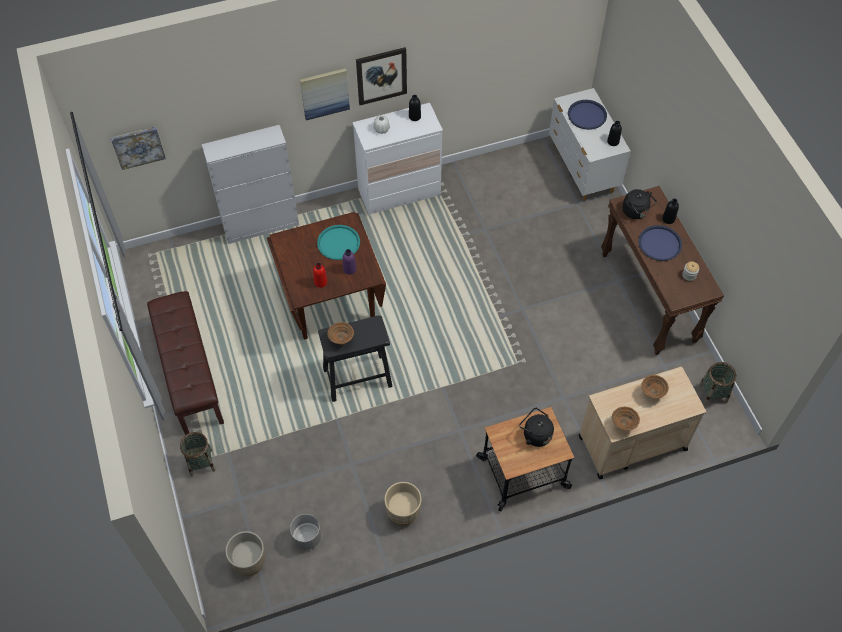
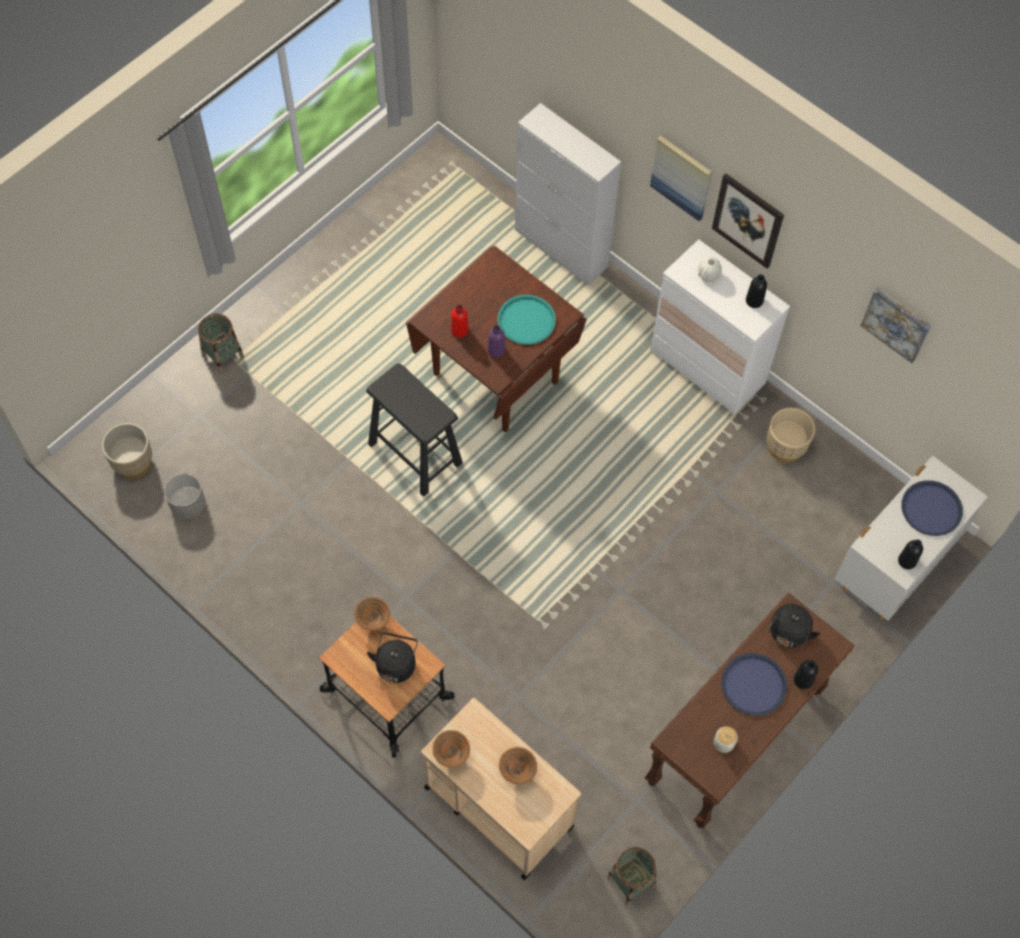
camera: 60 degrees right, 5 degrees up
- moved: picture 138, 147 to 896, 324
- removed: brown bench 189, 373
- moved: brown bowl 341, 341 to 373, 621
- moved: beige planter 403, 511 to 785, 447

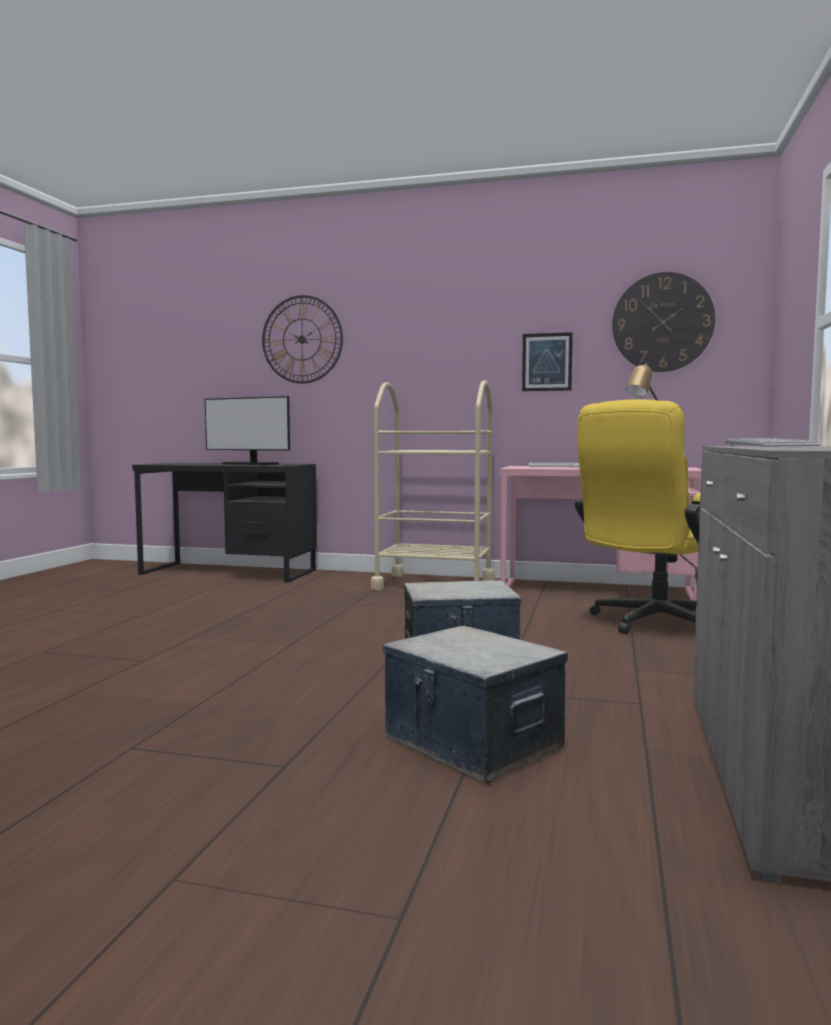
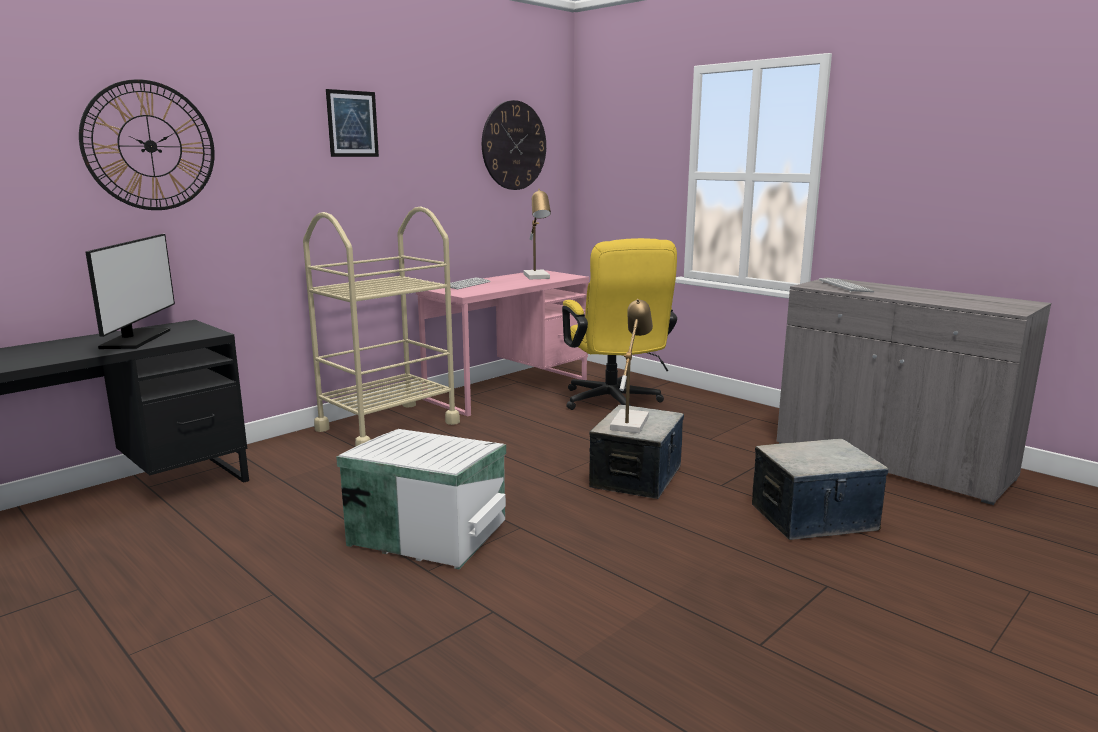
camera: 60 degrees left, 10 degrees up
- turned: monitor 250, 464 = 136, 339 60 degrees counterclockwise
- moved: picture 547, 362 to 352, 124
- added: white storage box 428, 531
- added: table lamp 630, 420

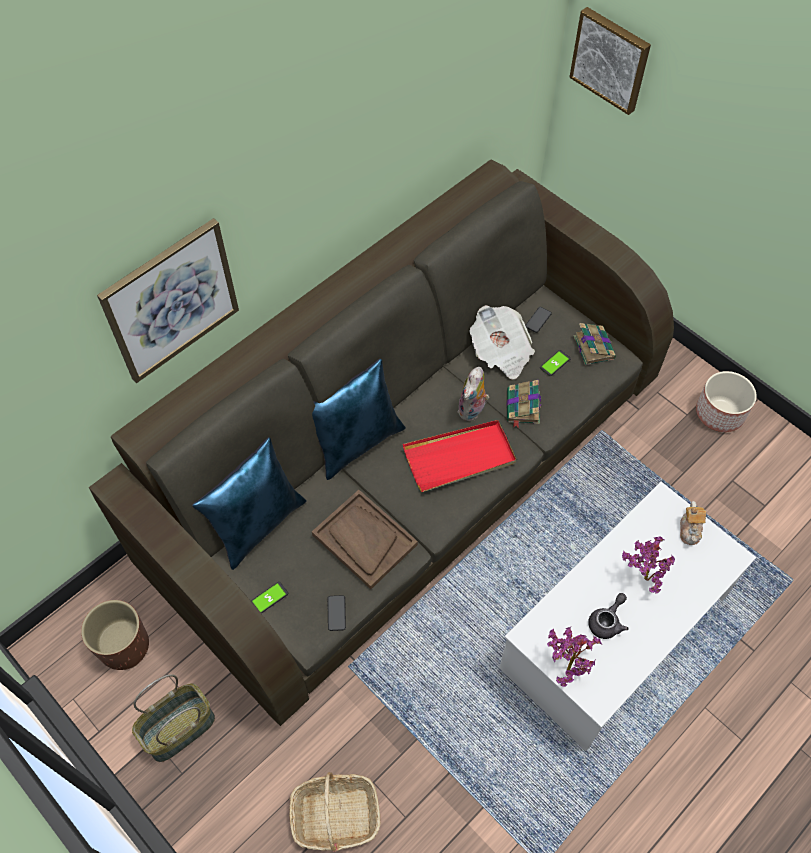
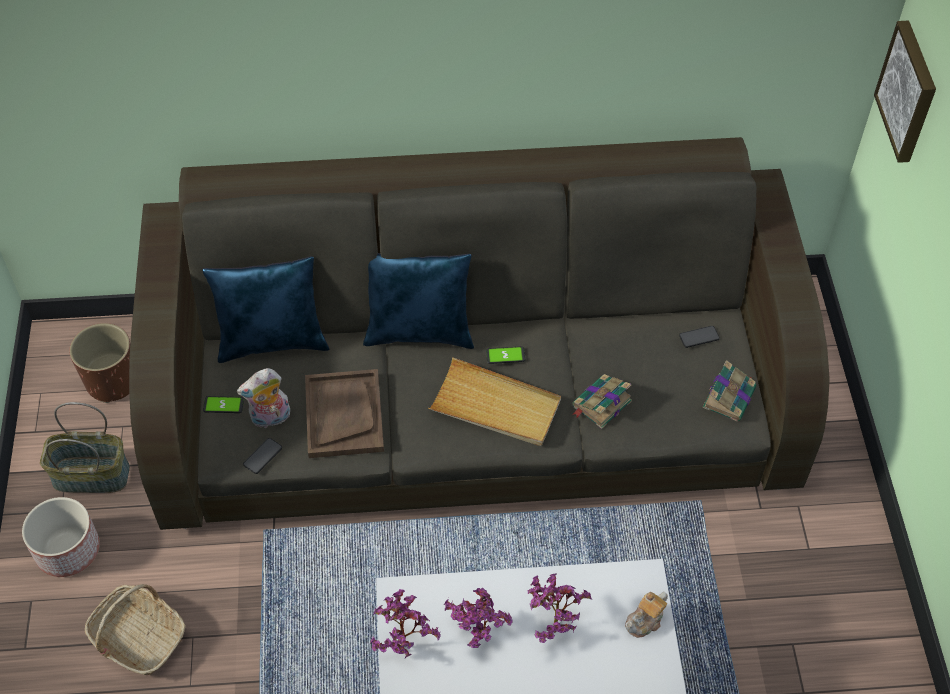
camera: 40 degrees right, 5 degrees down
- removed: picture 171, 301
- recoloured: red tray 460, 457 to beige tray 495, 406
- moved: plush toy 472, 410 to 270, 419
- removed: newspaper 501, 352
- moved: phone 555, 363 to 505, 355
- replaced: grey teapot 607, 621 to potted plant 478, 637
- moved: planter 720, 412 to 68, 549

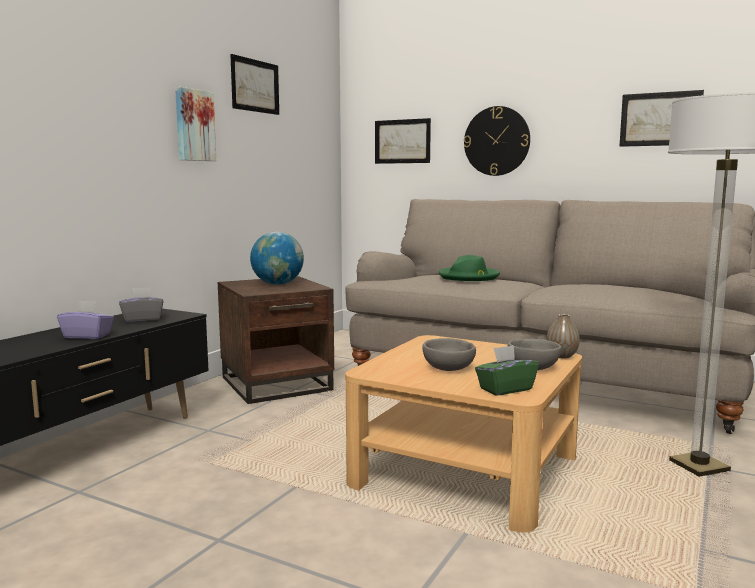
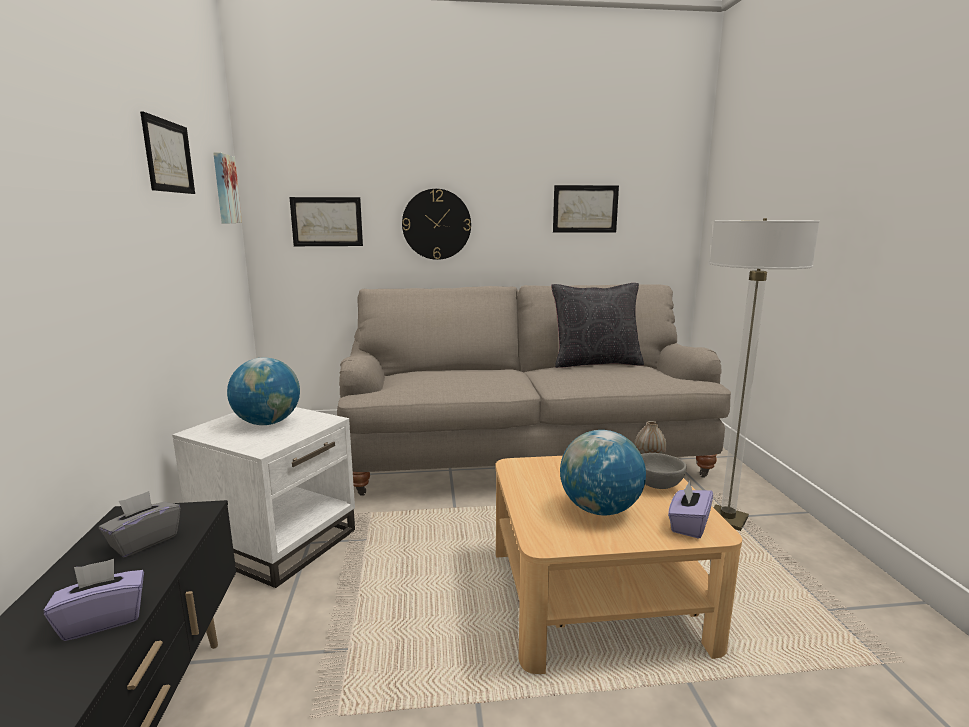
camera: 35 degrees left, 5 degrees up
- moved: picture 194, 125 to 225, 189
- recoloured: brown side table 277, 383 to white side table 277, 540
- replaced: grey bowl 447, 368 to globe 599, 509
- removed: green hat 468, 277
- recoloured: green tissue box 505, 389 to purple tissue box 688, 525
- added: black pillow 595, 363

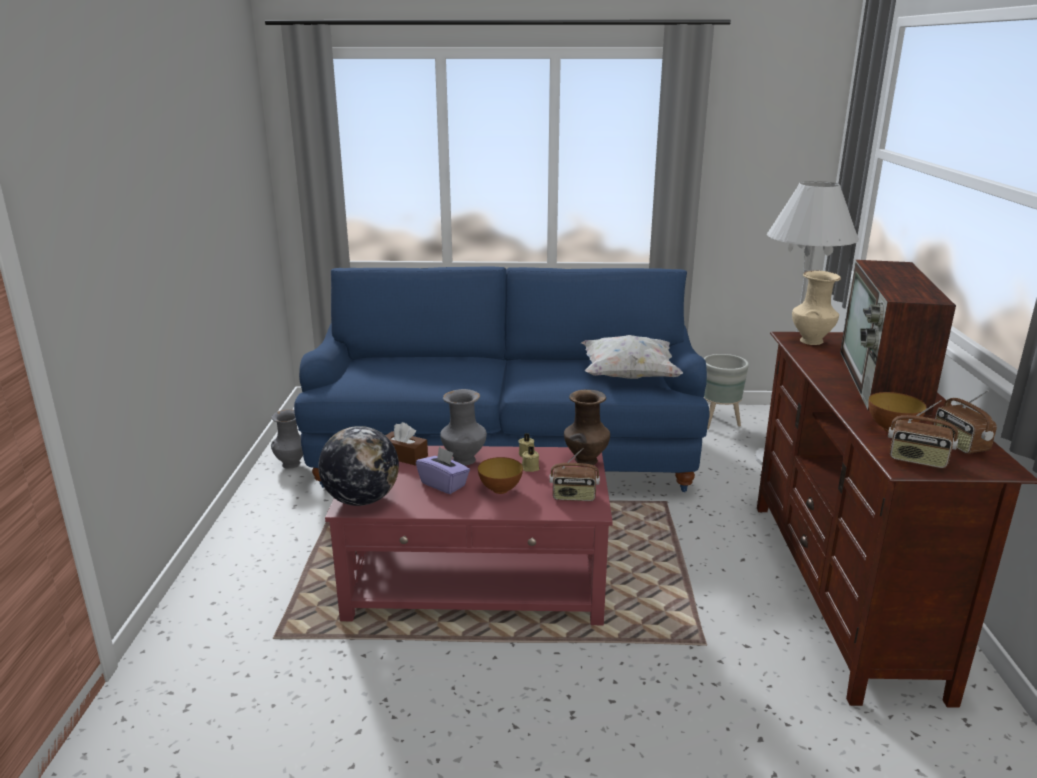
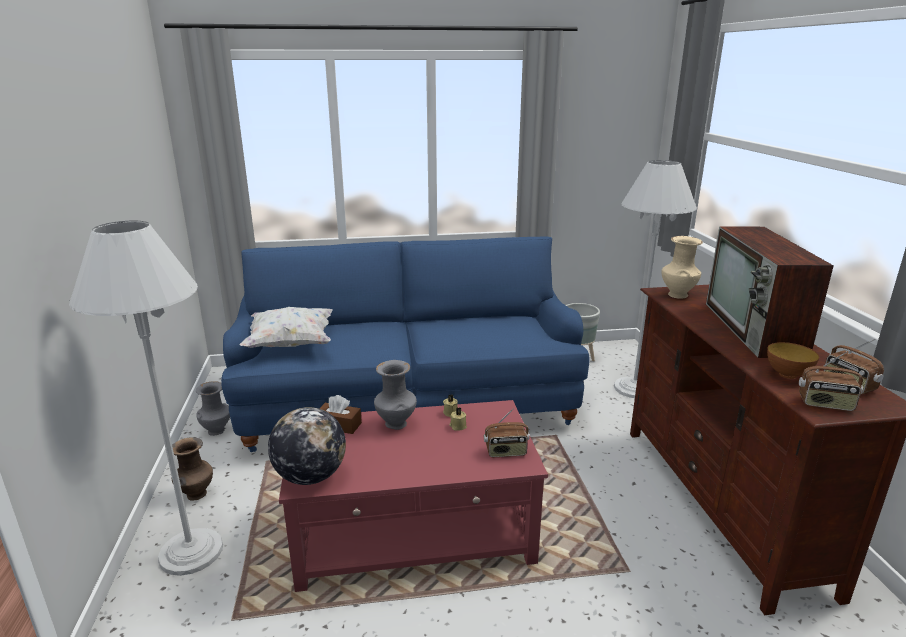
camera: 10 degrees left, 0 degrees up
- removed: purple tissue box 444, 484
- removed: bowl 500, 490
- moved: brown vase 585, 461 to 196, 495
- moved: white pillow 628, 377 to 291, 344
- added: white floor lamp 191, 552

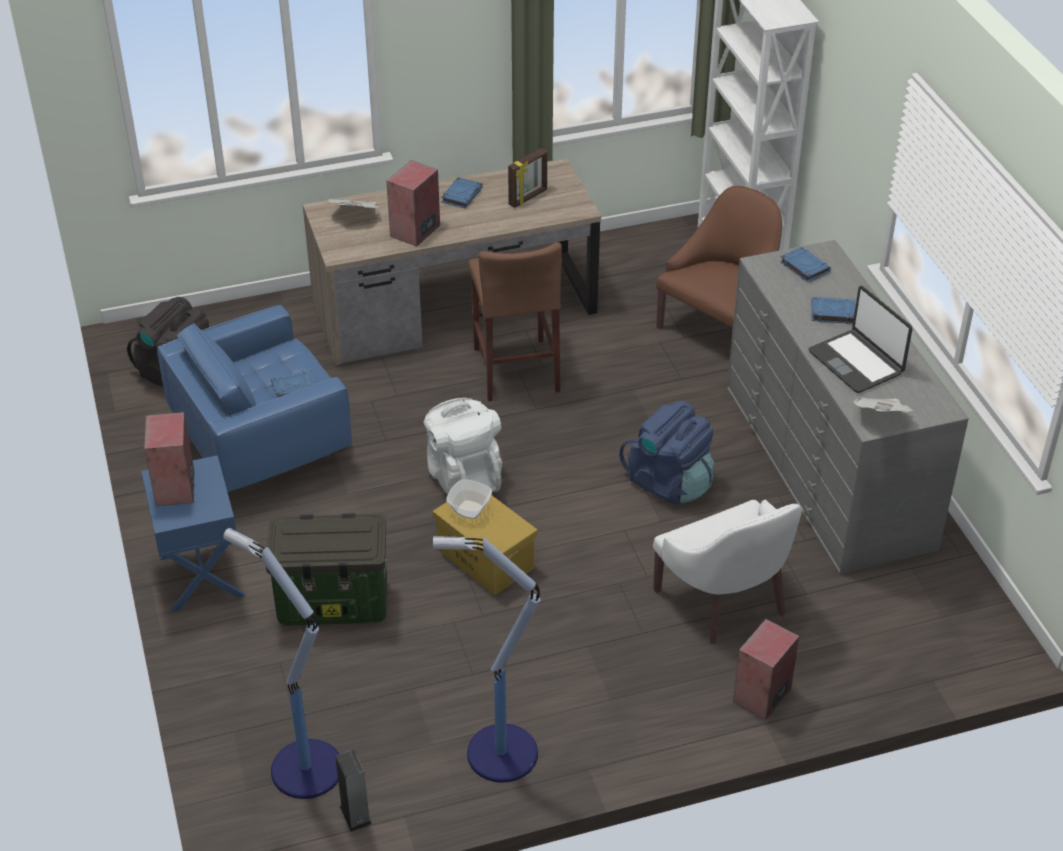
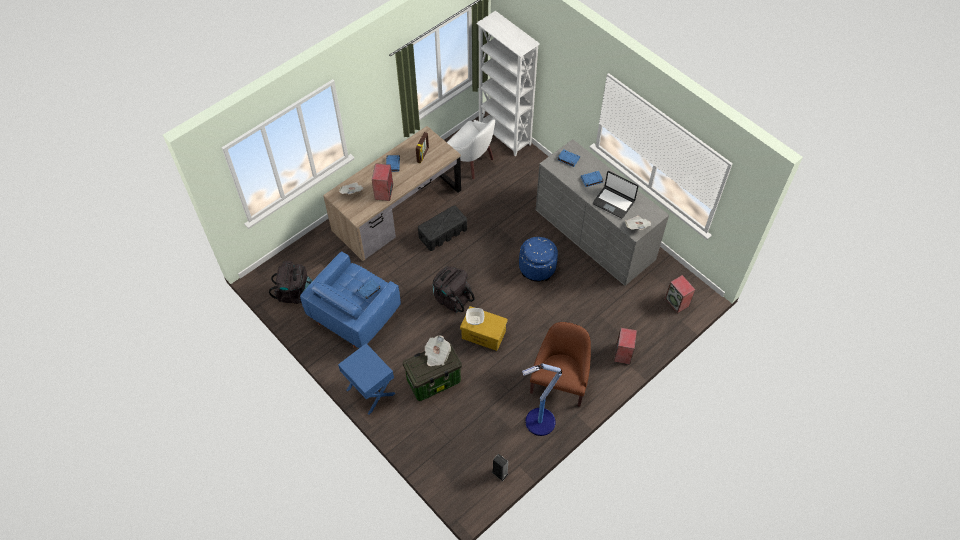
camera: 25 degrees left, 15 degrees up
- moved: speaker 176, 488 to 677, 302
- removed: floor lamp 304, 767
- recoloured: white backpack 463, 477 to black backpack 451, 298
- replaced: brown stool 516, 369 to black storage box 442, 233
- replaced: blue backpack 669, 482 to blue ottoman 537, 267
- moved: white armchair 725, 601 to 470, 161
- moved: brown armchair 718, 329 to 560, 381
- added: newspaper 436, 355

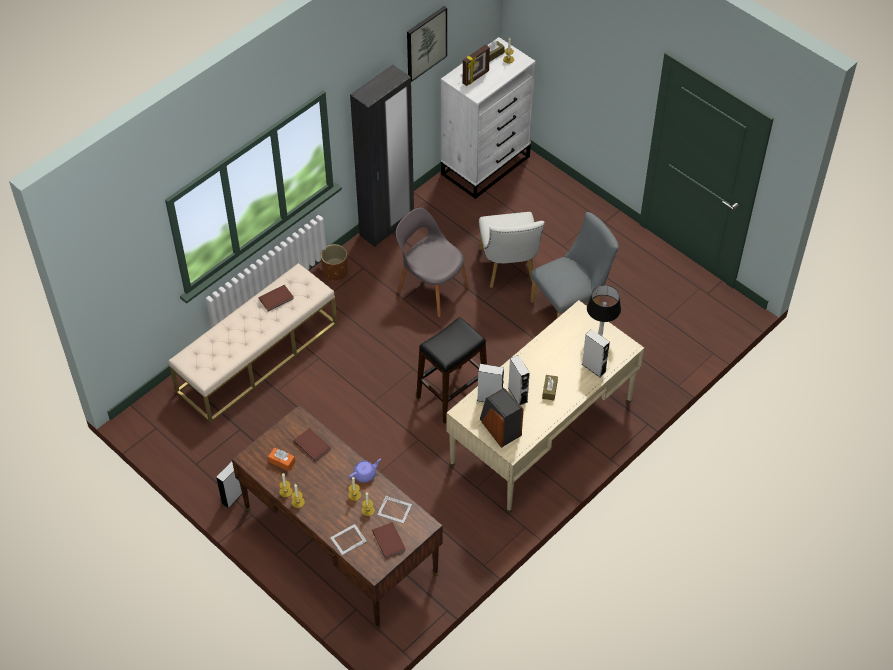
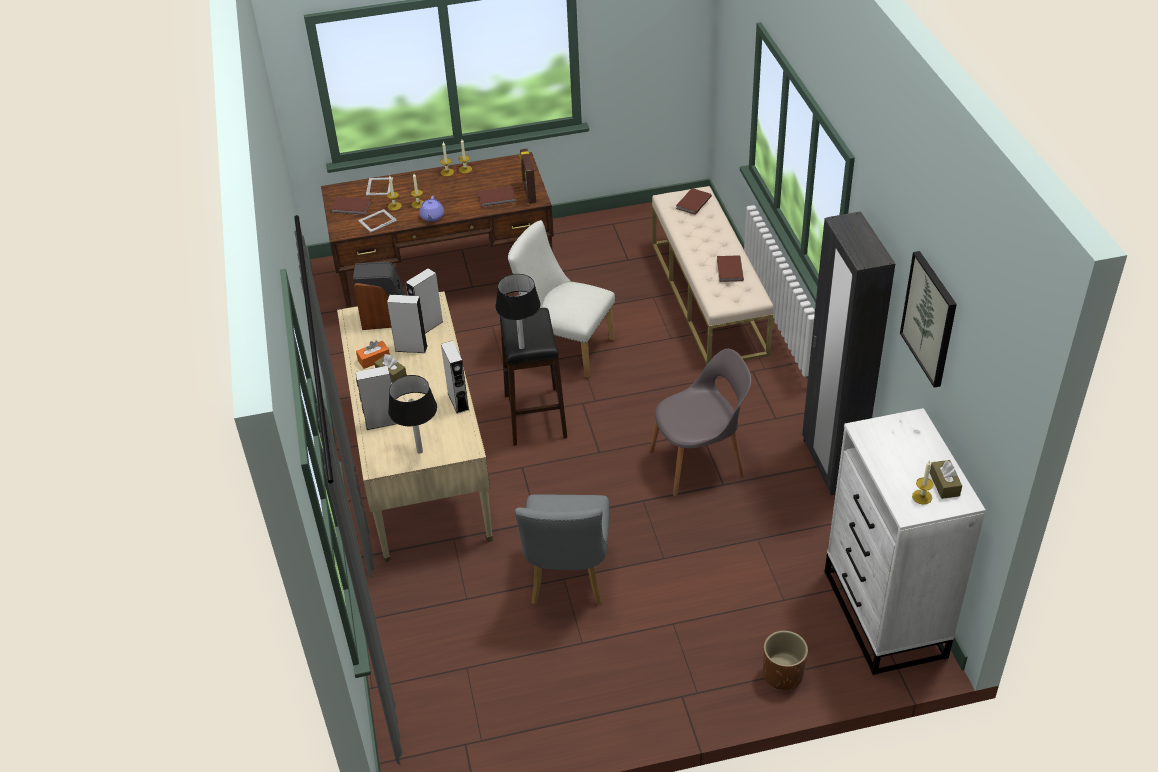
camera: 125 degrees right, 10 degrees down
- moved: grey speaker 232, 497 to 458, 401
- moved: orange tissue box 282, 462 to 374, 359
- moved: brown planter 335, 272 to 782, 675
- moved: picture frame 476, 77 to 528, 193
- moved: white chair 509, 269 to 564, 348
- added: black table lamp 521, 347
- added: brown book 692, 203

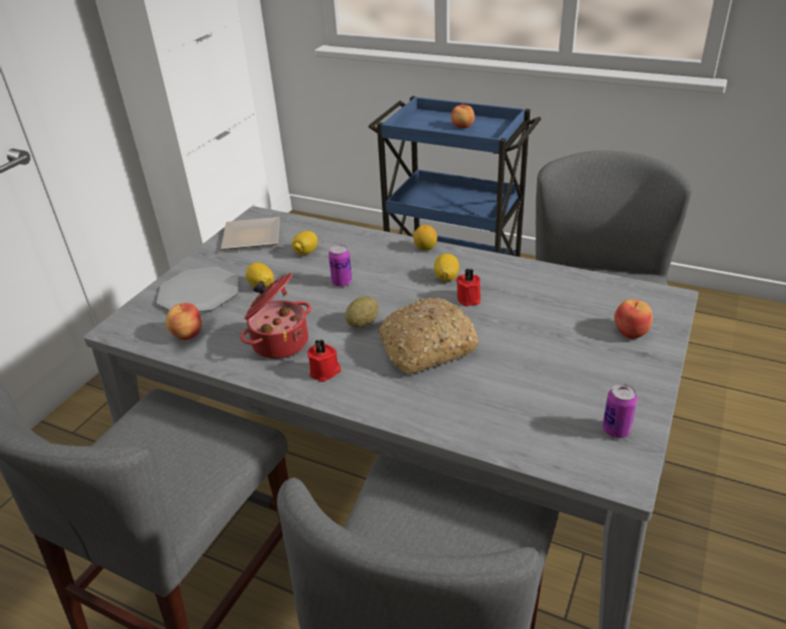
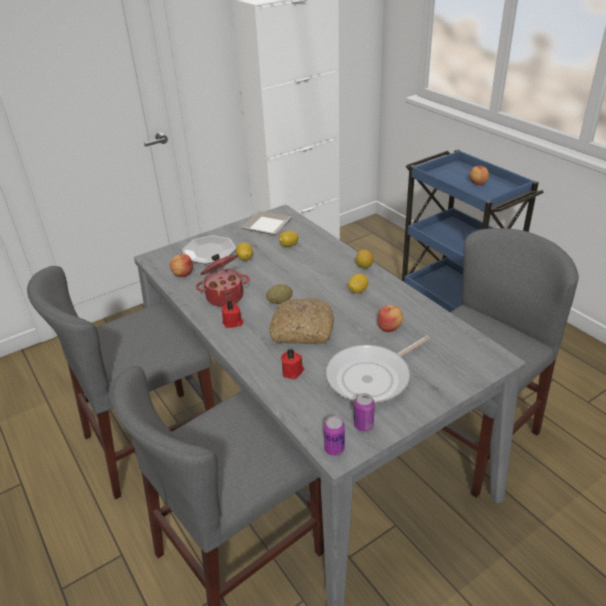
camera: 30 degrees right, 0 degrees up
- moved: can 342, 282 to 334, 449
- moved: red candle 469, 298 to 293, 371
- moved: apple 631, 331 to 389, 327
- added: frying pan 372, 377

